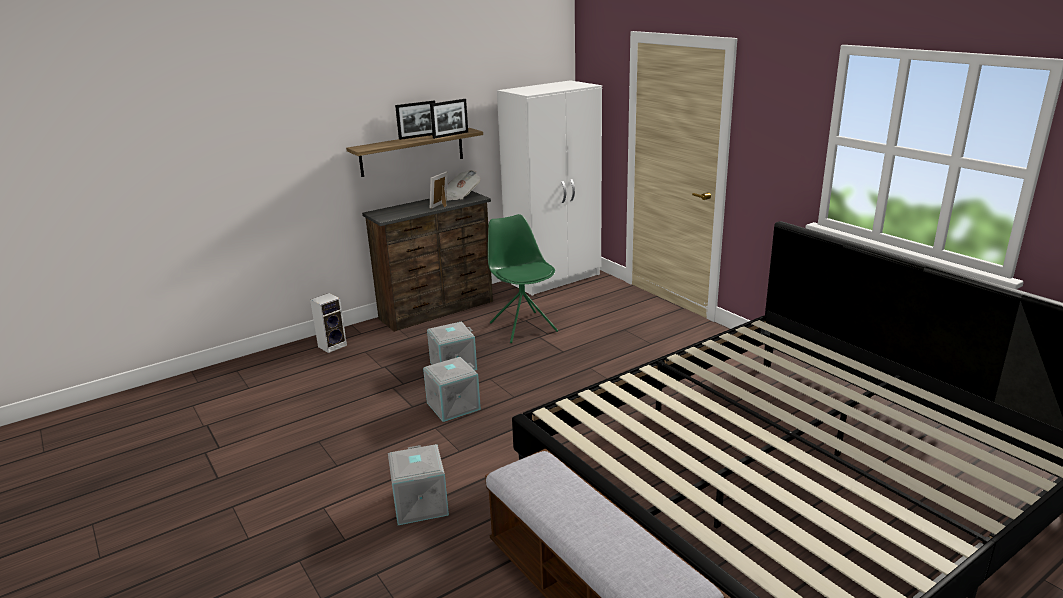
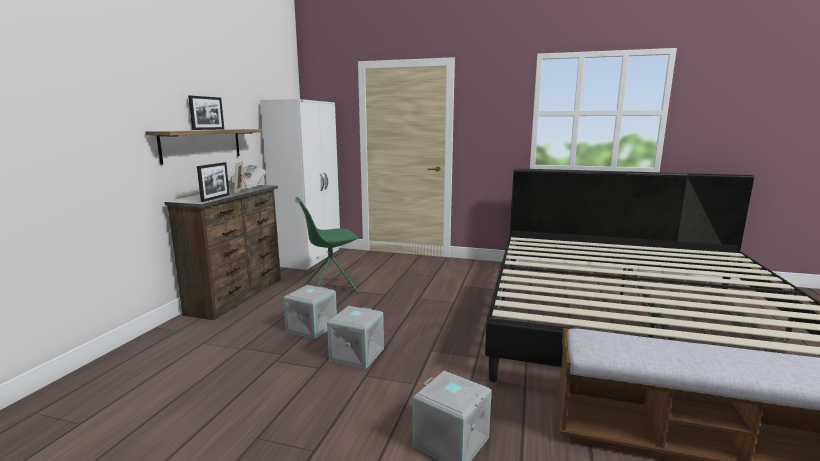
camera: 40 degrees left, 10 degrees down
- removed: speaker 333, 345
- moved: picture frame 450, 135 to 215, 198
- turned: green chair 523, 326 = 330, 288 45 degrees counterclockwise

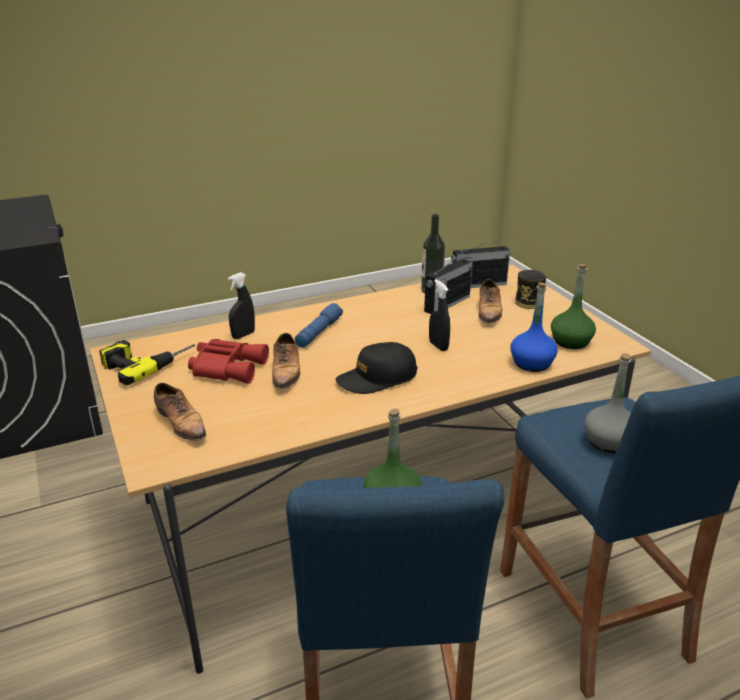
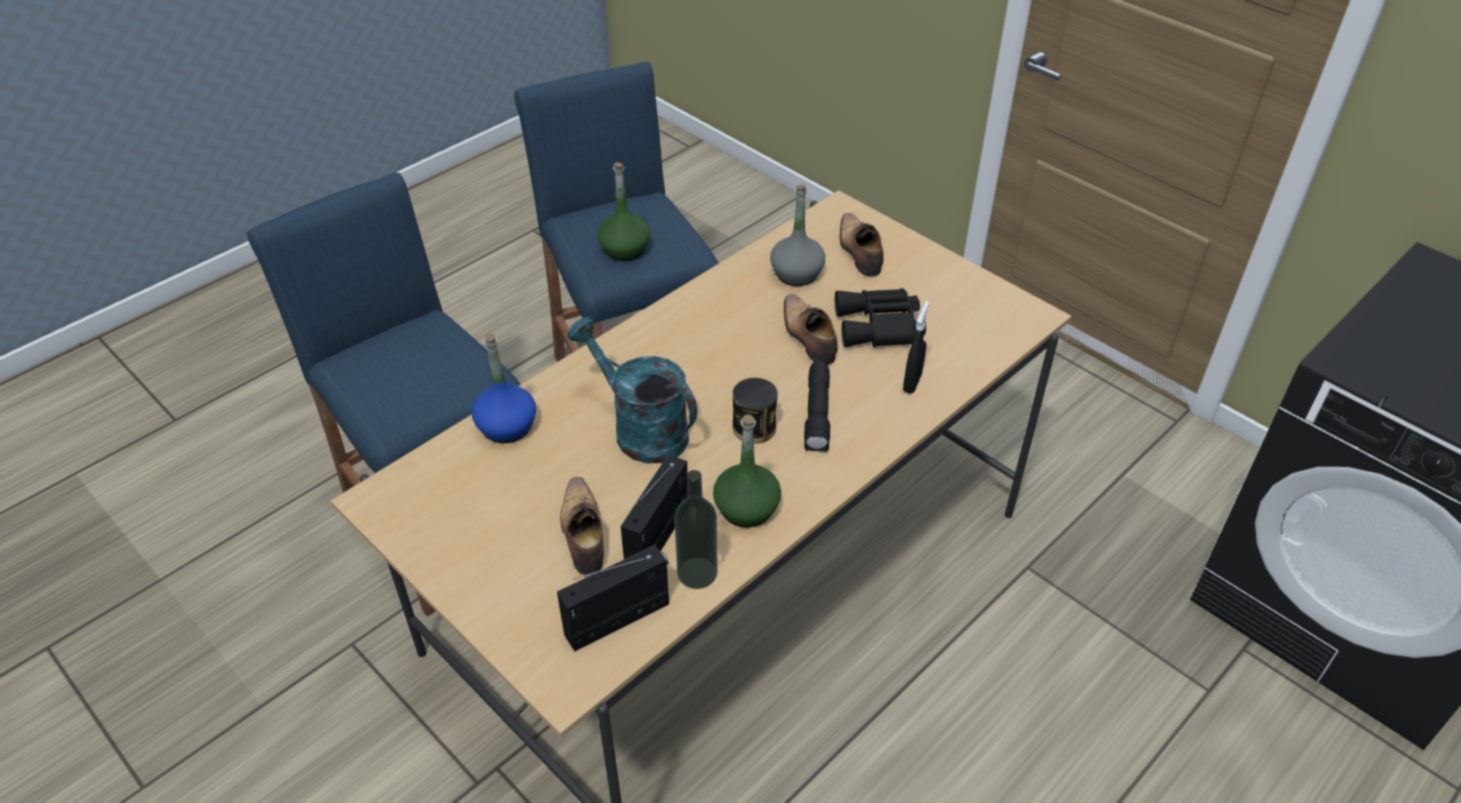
camera: 160 degrees right, 15 degrees up
- removed: power drill 147, 361
- turned: shoe 181, 423 = 859, 251 45 degrees clockwise
- recoloured: red binoculars 228, 367 to black binoculars 880, 327
- recoloured: blue flashlight 318, 332 to black flashlight 818, 415
- removed: black cap 377, 378
- replaced: black spray bottle 438, 346 to turquoise watering can 640, 429
- moved: can 528, 302 to 754, 427
- moved: green bottle 570, 341 to 747, 508
- moved: grey bottle 608, 441 to 796, 273

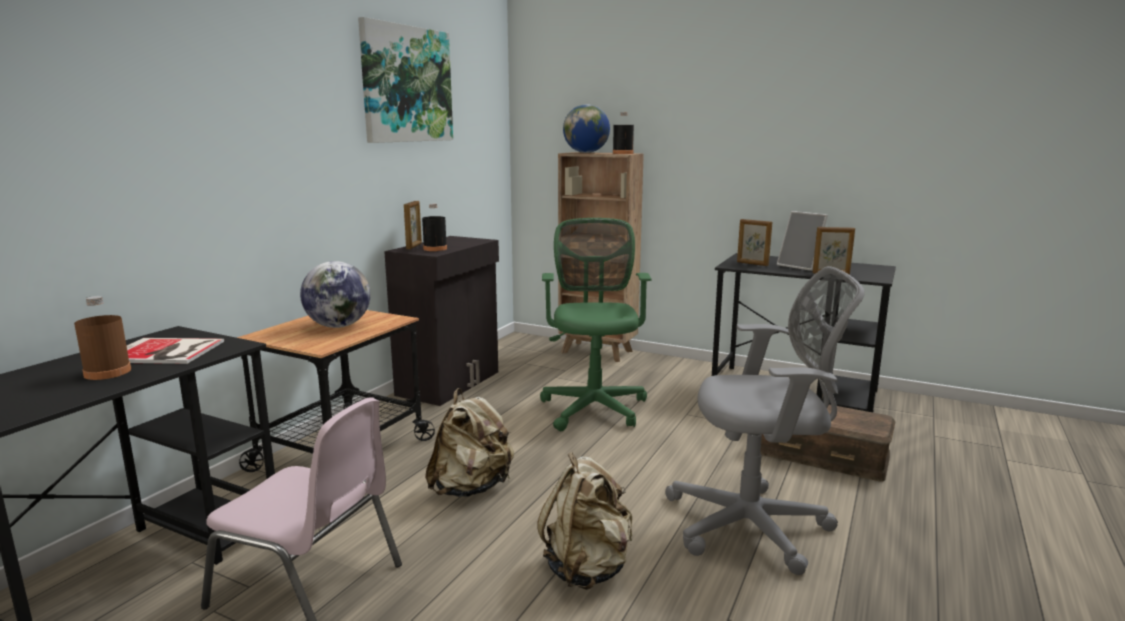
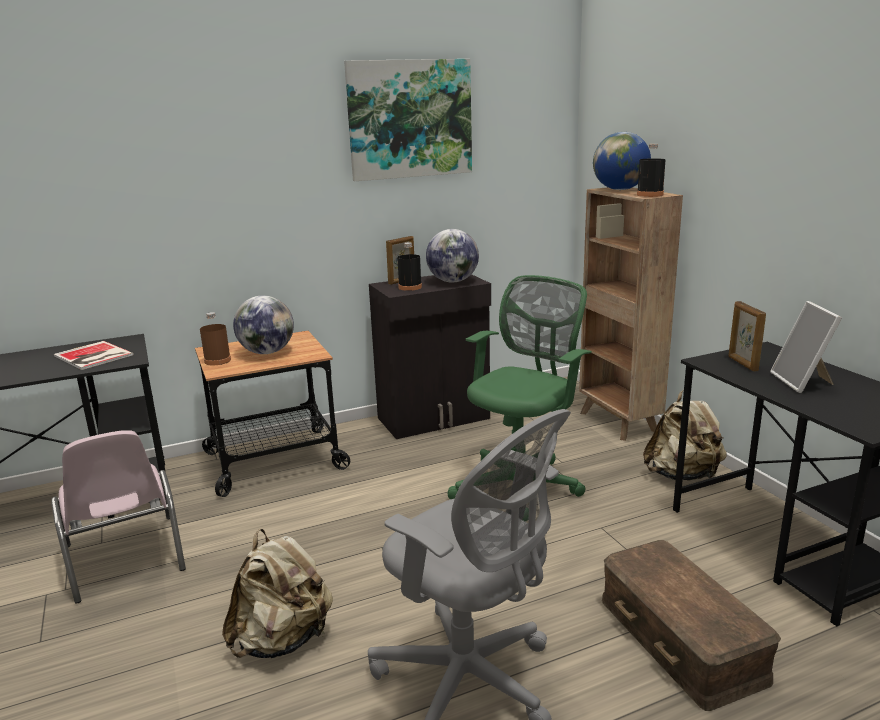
camera: 40 degrees right, 5 degrees up
- moved: brown bottle 107, 372 to 217, 360
- moved: beige backpack 471, 488 to 682, 475
- removed: picture frame 831, 274
- added: globe 452, 281

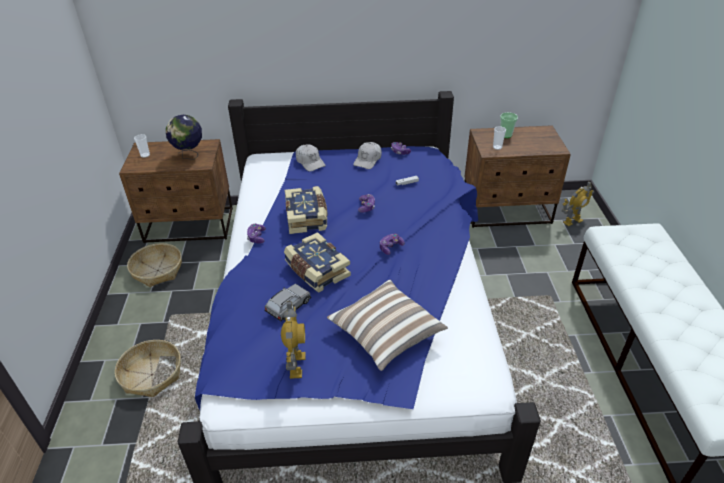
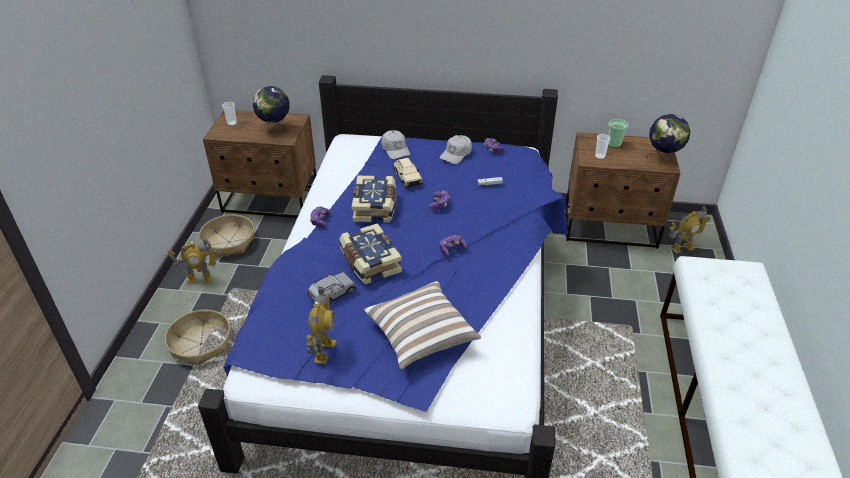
camera: 10 degrees right, 0 degrees up
- added: toy robot 200, 279
- added: beige toy car 407, 178
- added: globe 663, 159

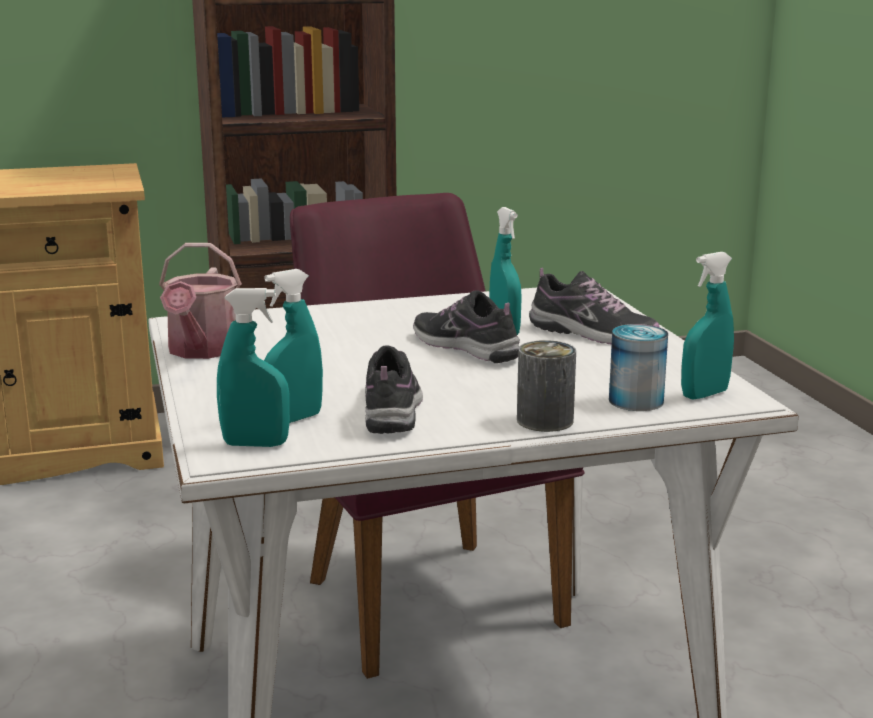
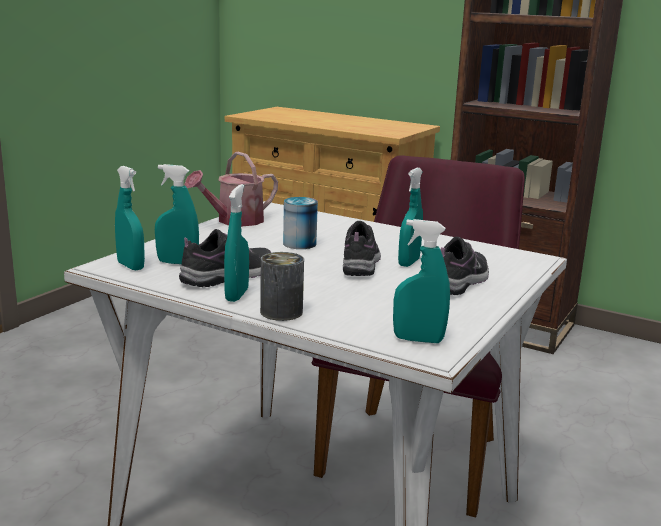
camera: 45 degrees right, 0 degrees up
- turned: shoe 591, 333 = 459, 282 135 degrees counterclockwise
- moved: can 636, 401 to 299, 244
- added: turquoise spray bottle 237, 295

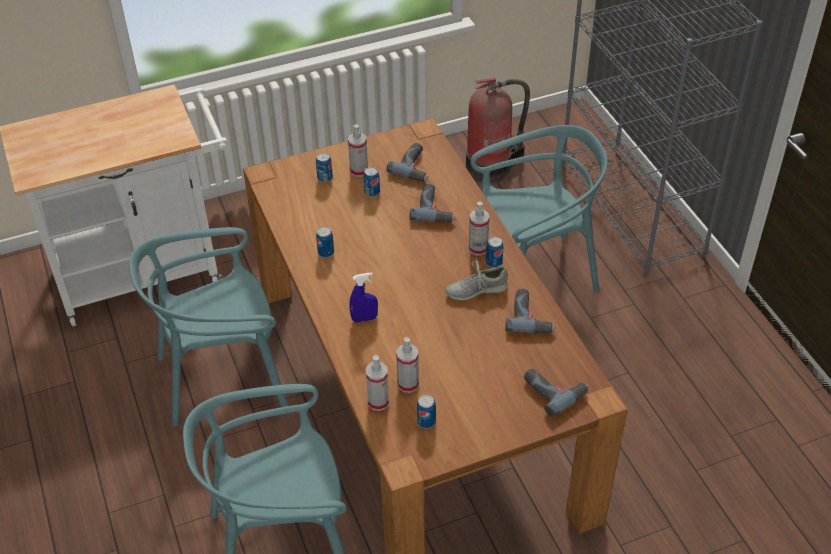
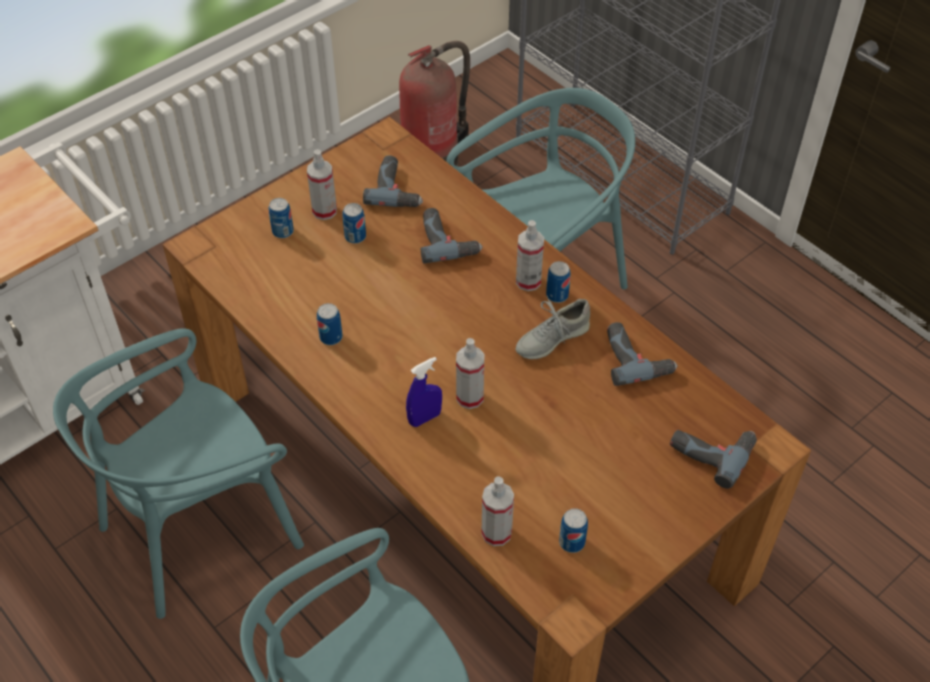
camera: 20 degrees left, 5 degrees up
- moved: spray bottle 408, 384 to 470, 397

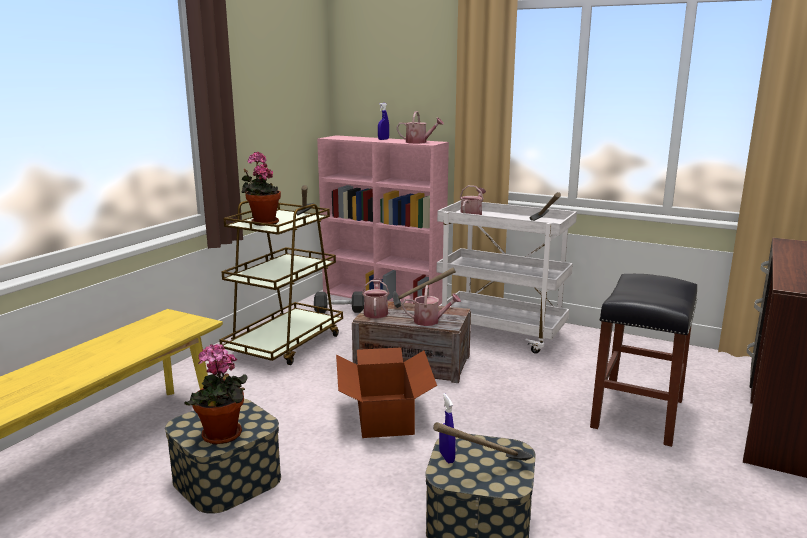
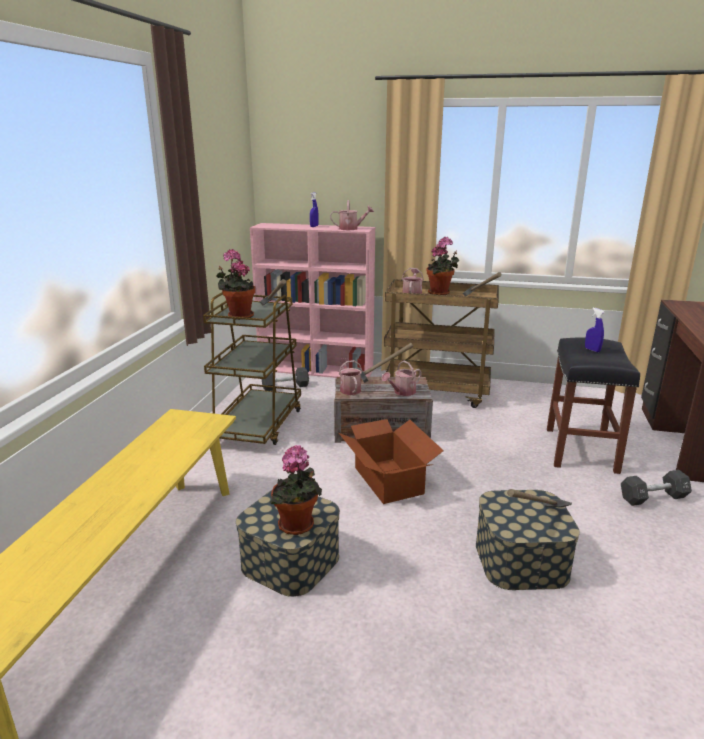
camera: 15 degrees left, 5 degrees up
- turned: watering can 430, 321 = 402, 392 150 degrees clockwise
- recoloured: white cart 502, 333 to brown cart 437, 393
- moved: blue spray bottle 446, 457 to 592, 350
- added: potted plant 440, 293
- added: black dumbbell 653, 497

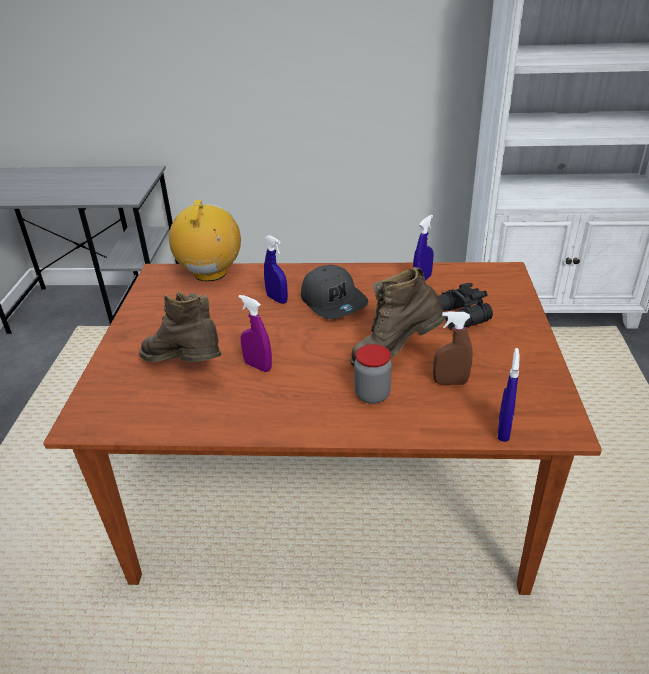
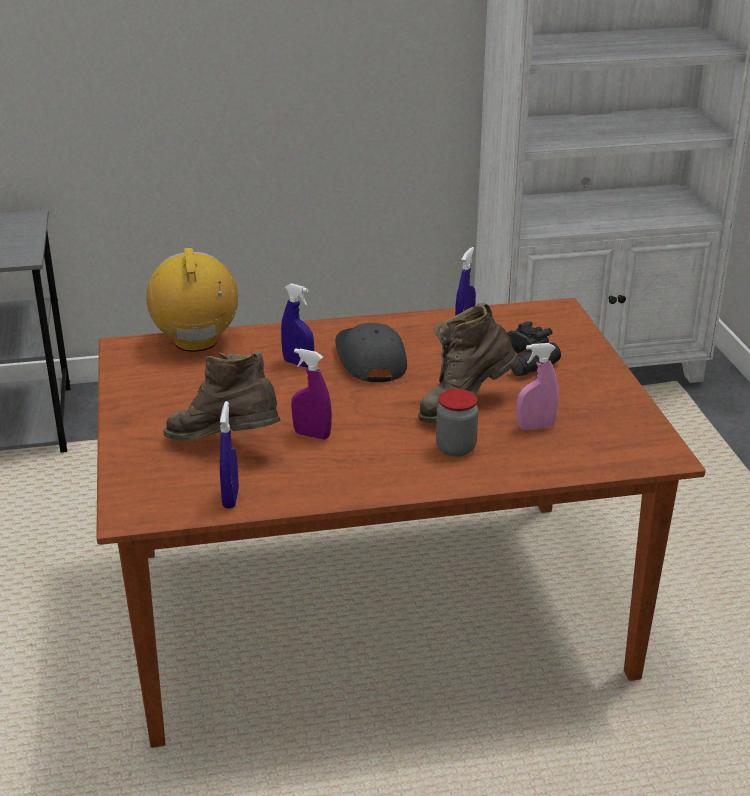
camera: 15 degrees left, 5 degrees down
- turned: grey cap 334, 301 = 369, 359 150 degrees counterclockwise
- recoloured: brown spray bottle 450, 382 to pink spray bottle 535, 427
- moved: blue spray bottle 503, 430 to 230, 498

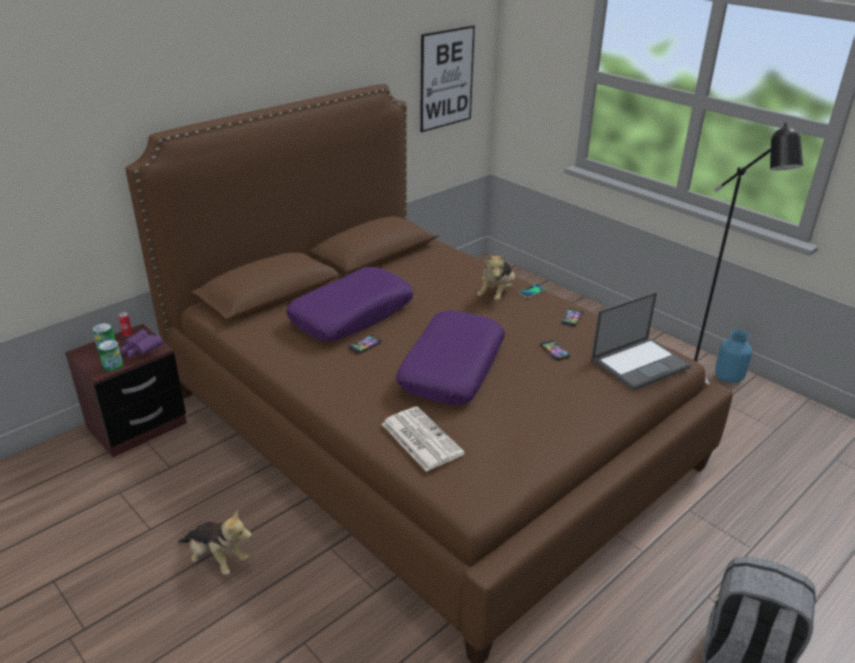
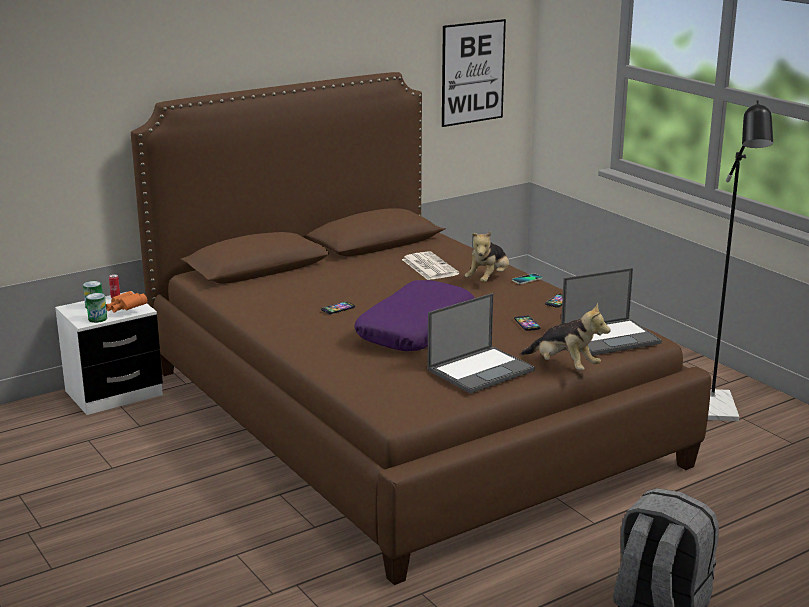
camera: 10 degrees right, 10 degrees down
- recoloured: brown nightstand 137, 426 to white nightstand 114, 393
- recoloured: purple binoculars 141, 351 to orange binoculars 126, 310
- moved: plush toy 217, 559 to 564, 366
- removed: purple pillow 352, 315
- moved: newspaper 420, 438 to 428, 267
- removed: blue vase 728, 378
- added: laptop 481, 370

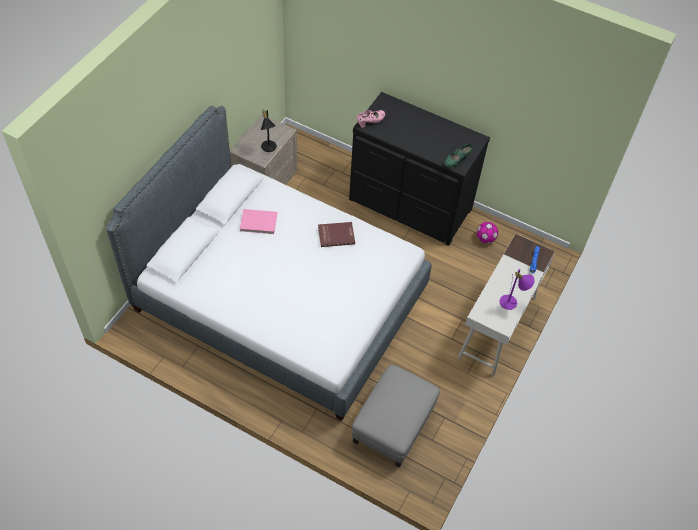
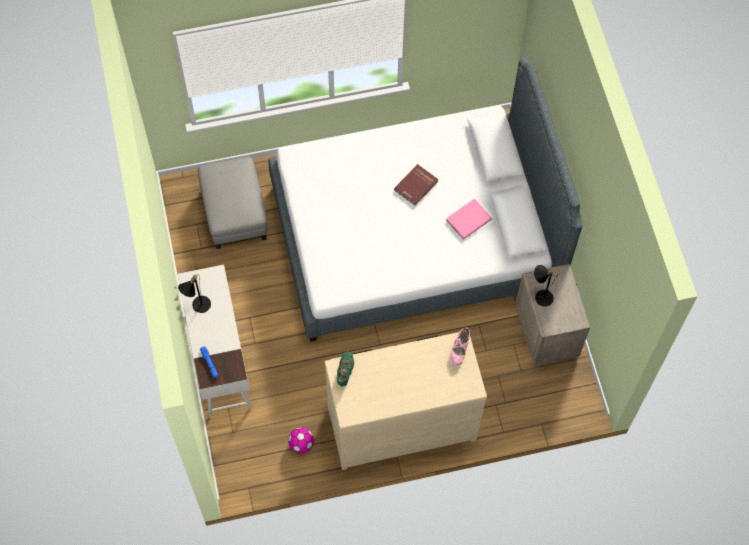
camera: 140 degrees right, 10 degrees up
- moved: red book 336, 235 to 416, 186
- recoloured: black dresser 409, 206 to beige dresser 400, 421
- recoloured: purple table lamp 511, 303 to black table lamp 197, 305

